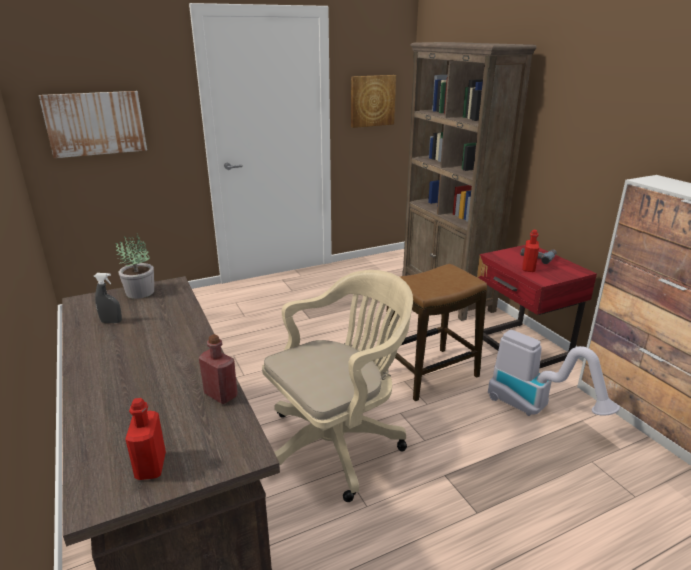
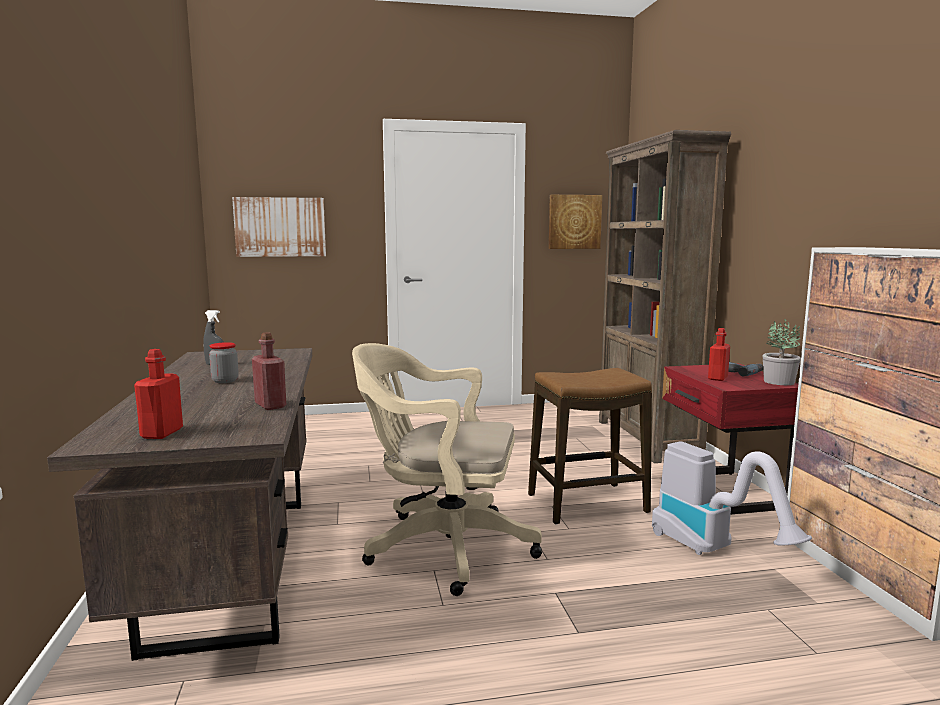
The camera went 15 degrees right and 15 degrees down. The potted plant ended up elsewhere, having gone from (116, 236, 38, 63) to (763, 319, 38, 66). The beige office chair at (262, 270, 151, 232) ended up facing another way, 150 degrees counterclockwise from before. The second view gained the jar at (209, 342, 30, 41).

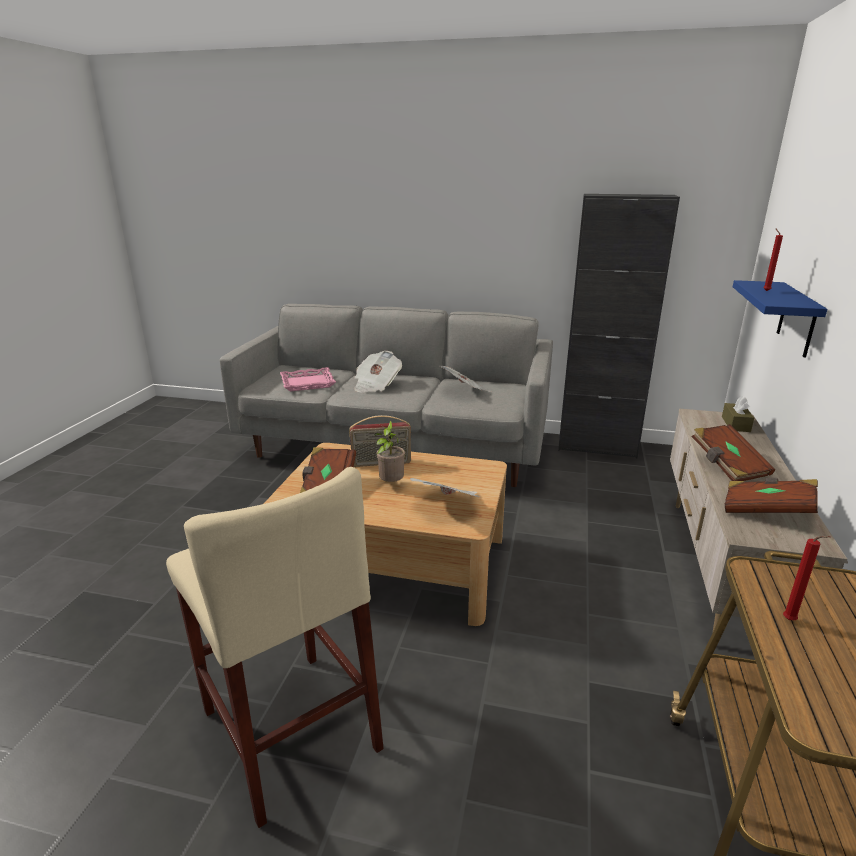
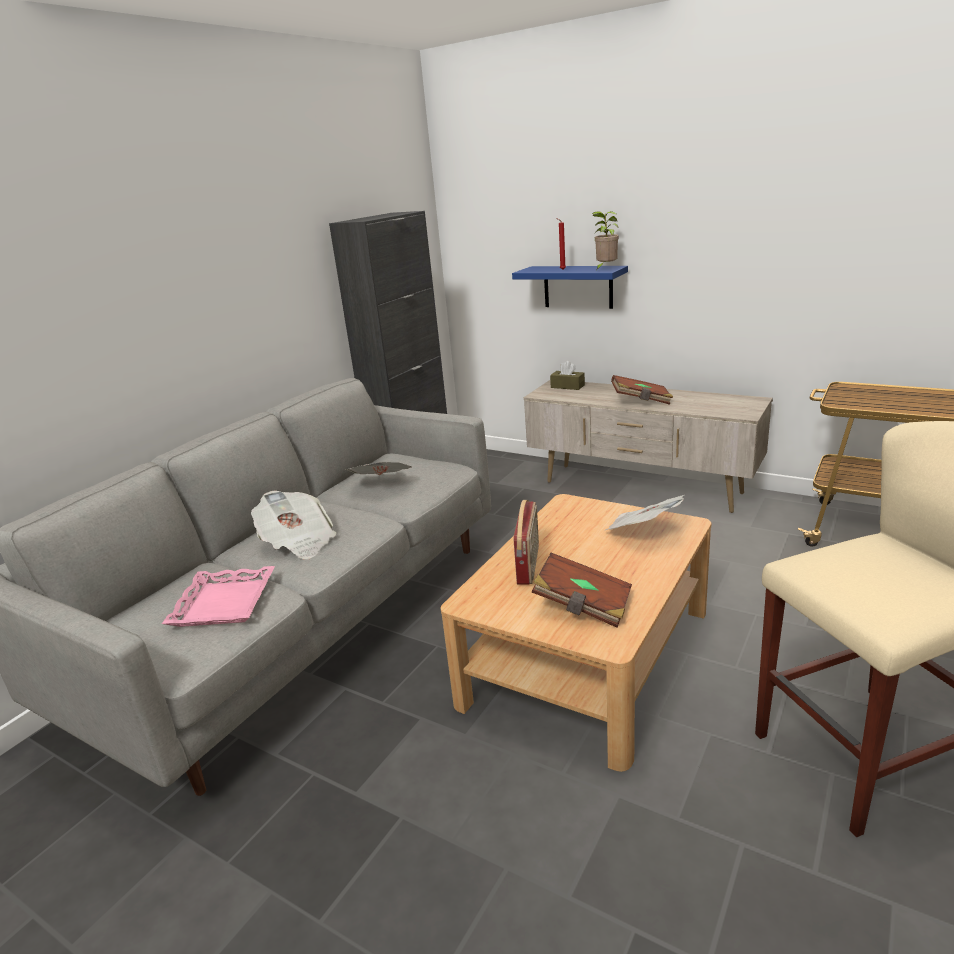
The camera went 70 degrees left and 0 degrees up. The potted plant ended up elsewhere, having gone from (374, 421, 31, 61) to (592, 211, 27, 59). The second view lost the brown book at (725, 478, 93, 35). The second view lost the red candle at (783, 536, 48, 84).

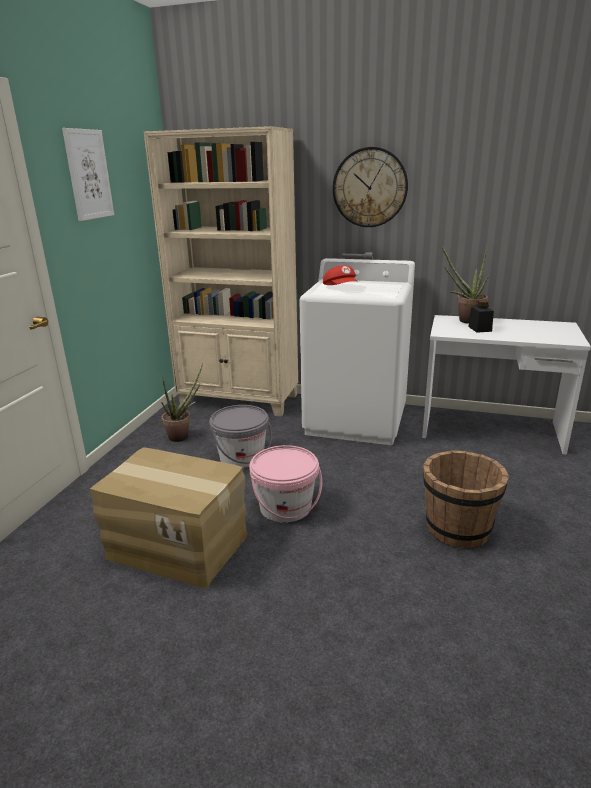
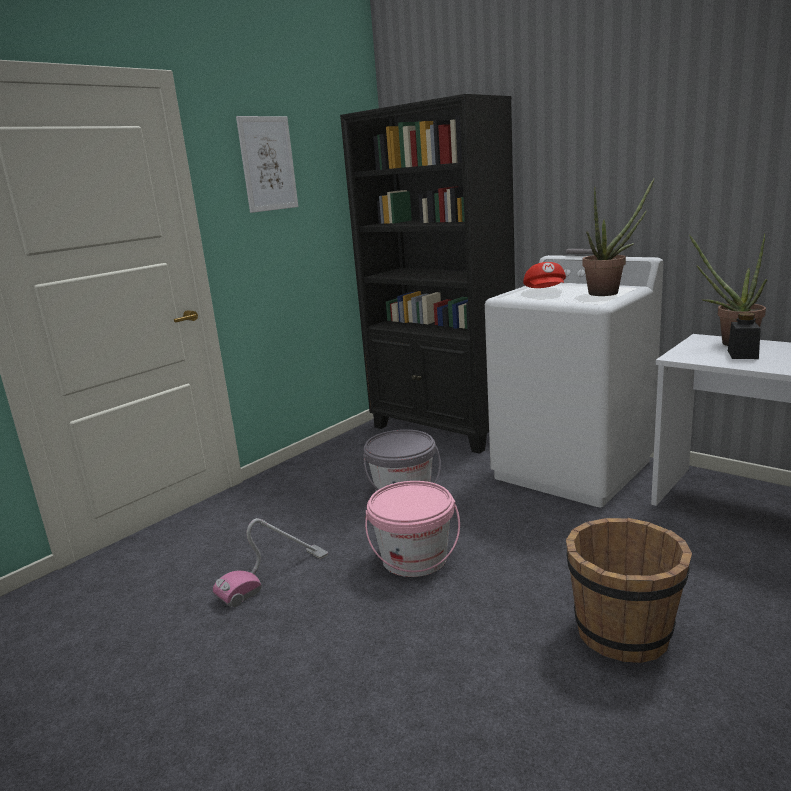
The camera went 25 degrees right and 5 degrees down. Where the cardboard box stood at (90, 447, 157, 142), the vacuum cleaner came to stand at (213, 518, 115, 89). What was the beige bookcase at (144, 126, 154, 291) turned into the black bookcase at (340, 94, 175, 360). The potted plant ended up elsewhere, having gone from (161, 362, 42, 80) to (582, 178, 73, 118). The second view lost the wall clock at (333, 147, 75, 80).

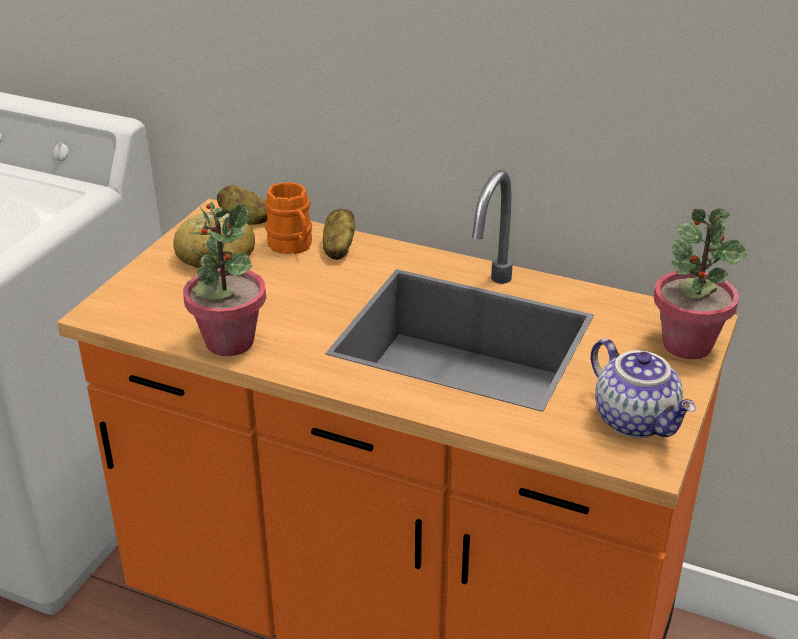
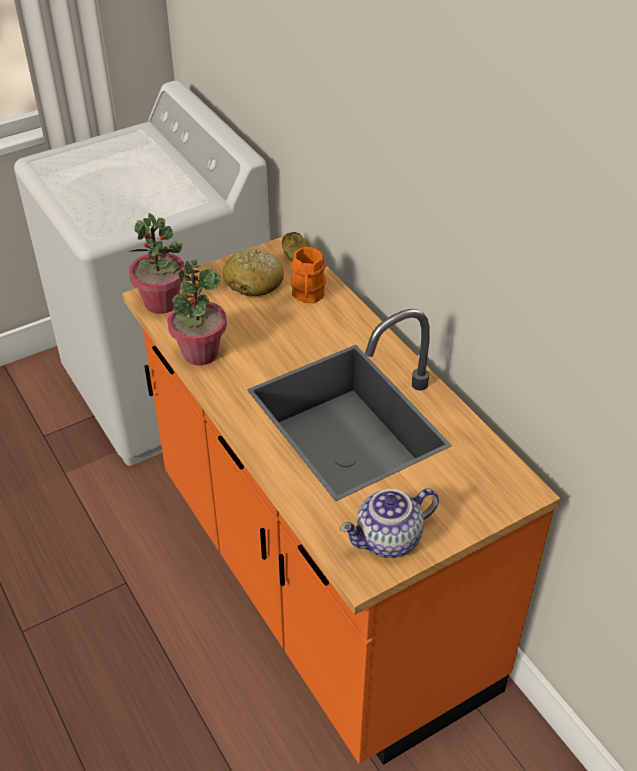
The camera went 35 degrees right and 10 degrees up. The second view lost the potato at (323, 209, 32, 51). The teapot at (591, 339, 105, 99) ended up facing another way, 60 degrees clockwise from before. The potted plant ended up elsewhere, having gone from (653, 209, 94, 150) to (128, 213, 58, 101).

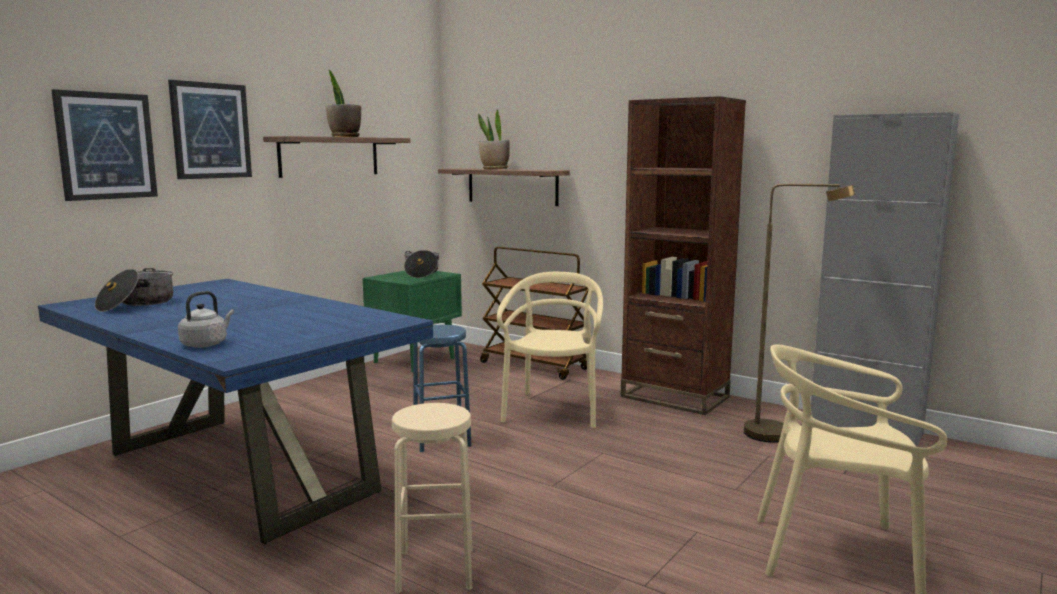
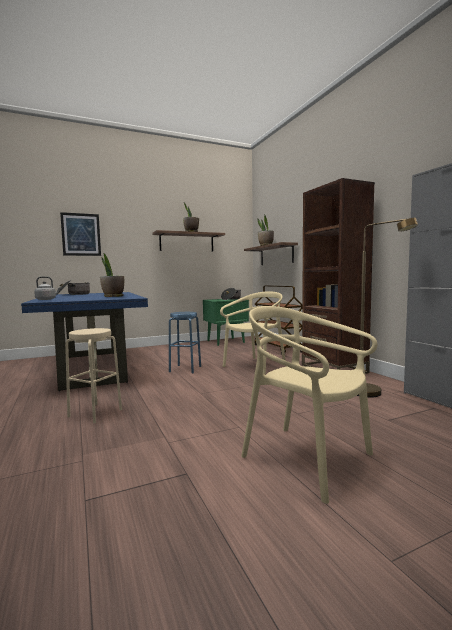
The camera went 30 degrees right and 5 degrees down. The second view lost the picture at (168, 80, 84, 99). The second view gained the potted plant at (100, 253, 24, 44).

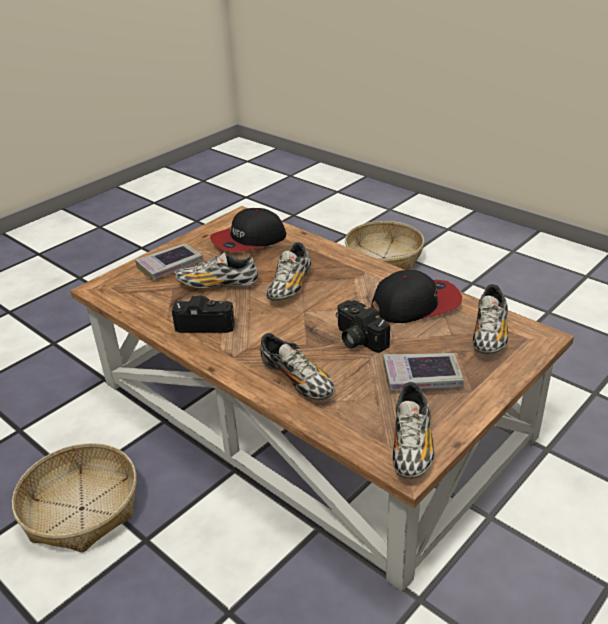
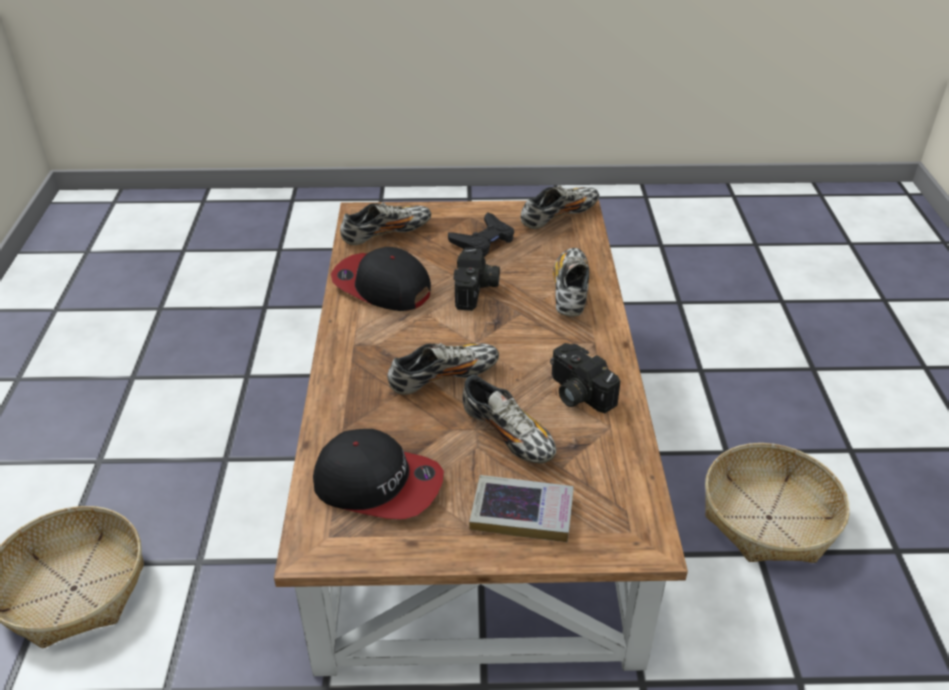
The camera went 135 degrees left and 5 degrees up. Where the book stood at (383, 353, 81, 38), the black game controller came to stand at (448, 212, 66, 45).

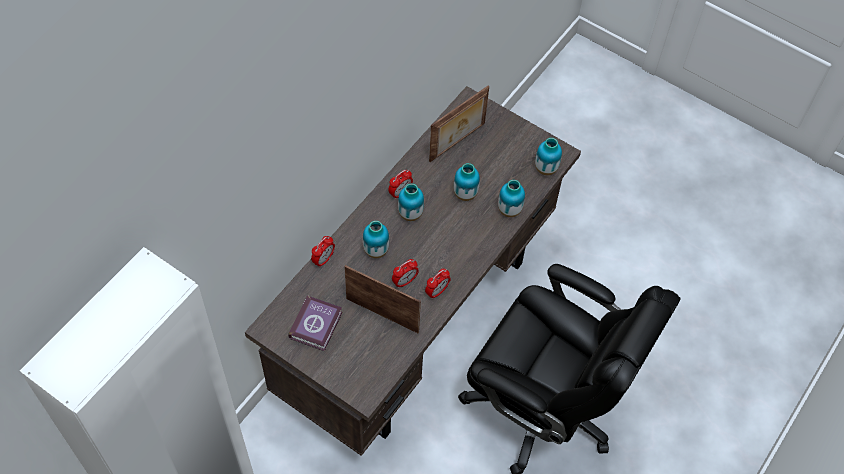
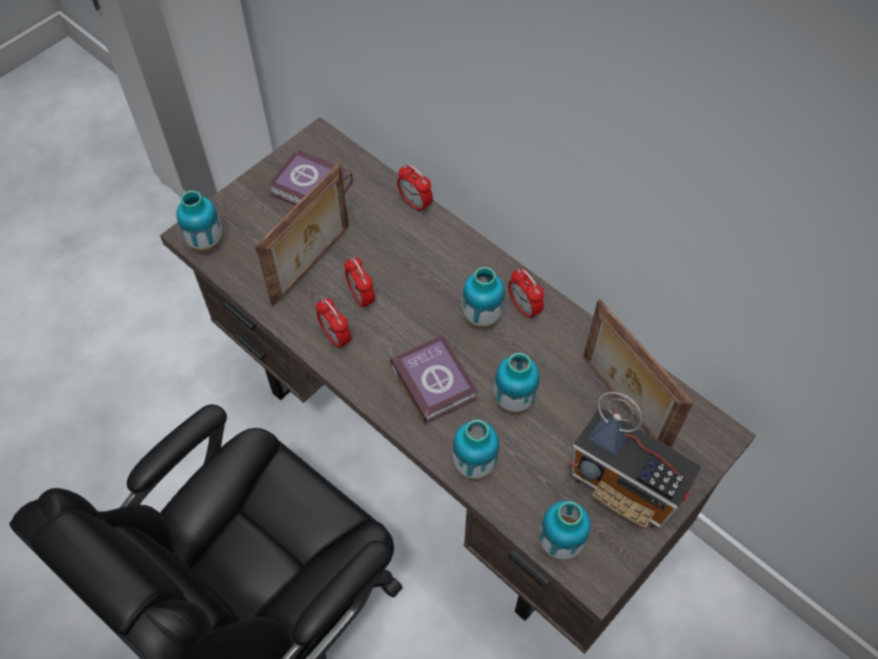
The camera went 100 degrees right and 0 degrees up. The vase ended up elsewhere, having gone from (363, 221, 26, 37) to (176, 190, 47, 63). The second view gained the book at (390, 335, 88, 89). The second view gained the radio at (570, 392, 131, 136).

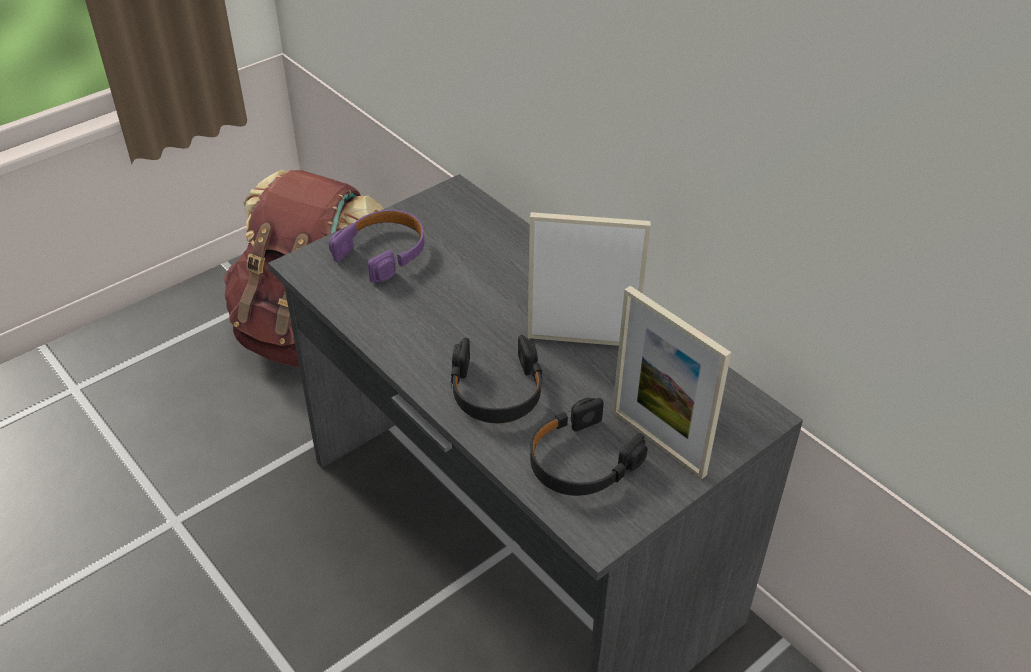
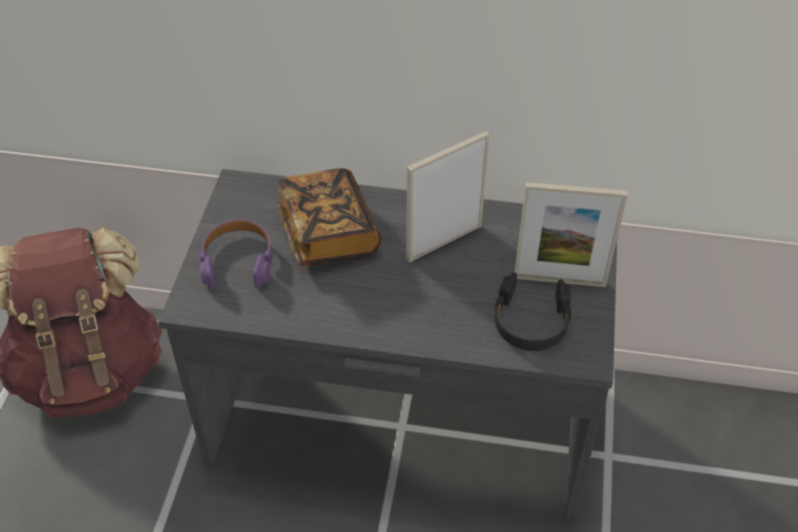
The camera went 40 degrees left and 5 degrees up. The second view lost the black headphones at (451, 335, 91, 88). The second view gained the book at (277, 168, 104, 98).

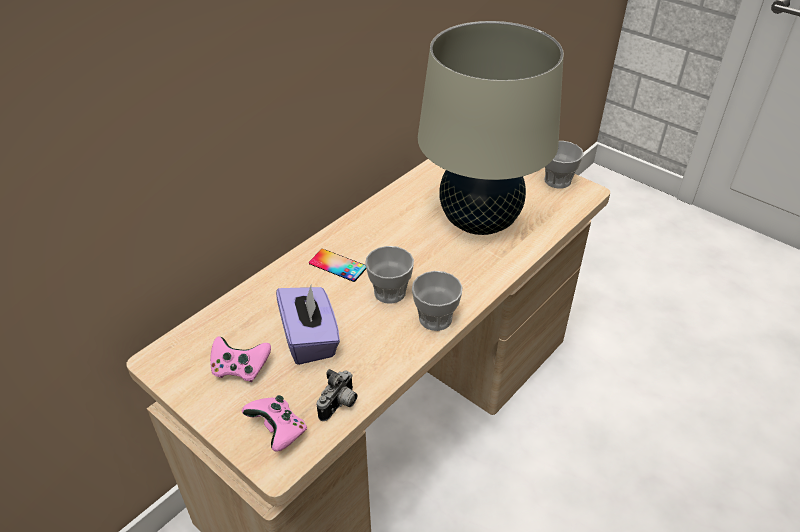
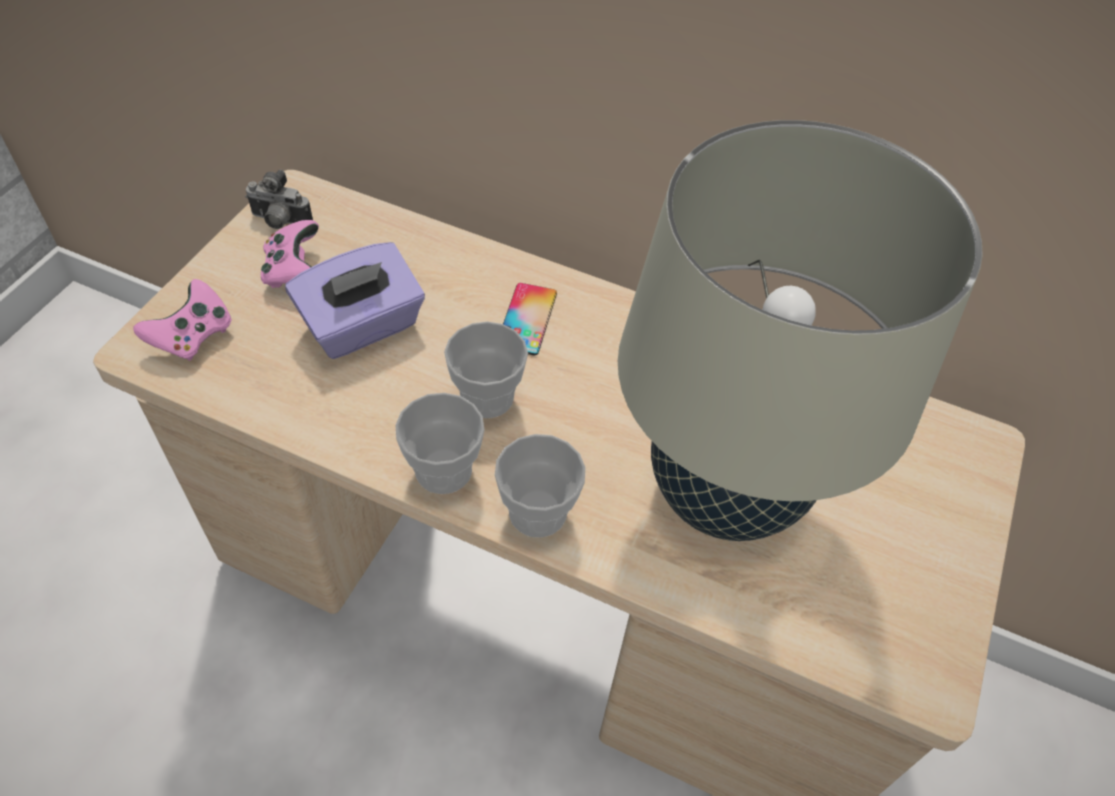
The camera went 70 degrees right and 10 degrees up. The photo camera ended up elsewhere, having gone from (316, 369, 41, 52) to (245, 169, 68, 60). The cup ended up elsewhere, having gone from (544, 141, 40, 48) to (495, 434, 91, 104).

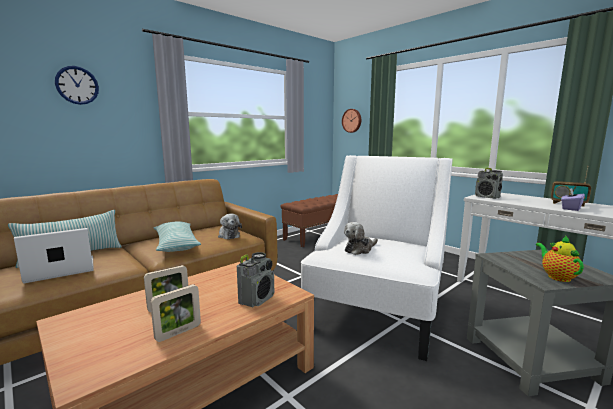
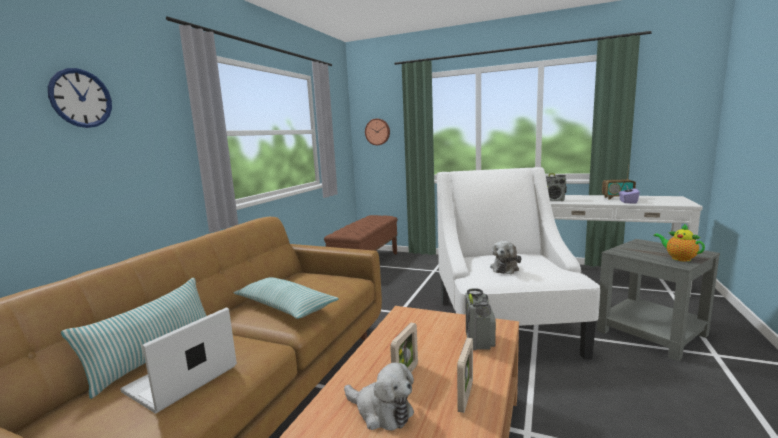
The camera went 25 degrees left and 0 degrees up. The plush toy ended up elsewhere, having gone from (218, 214, 24, 25) to (344, 362, 70, 69).

